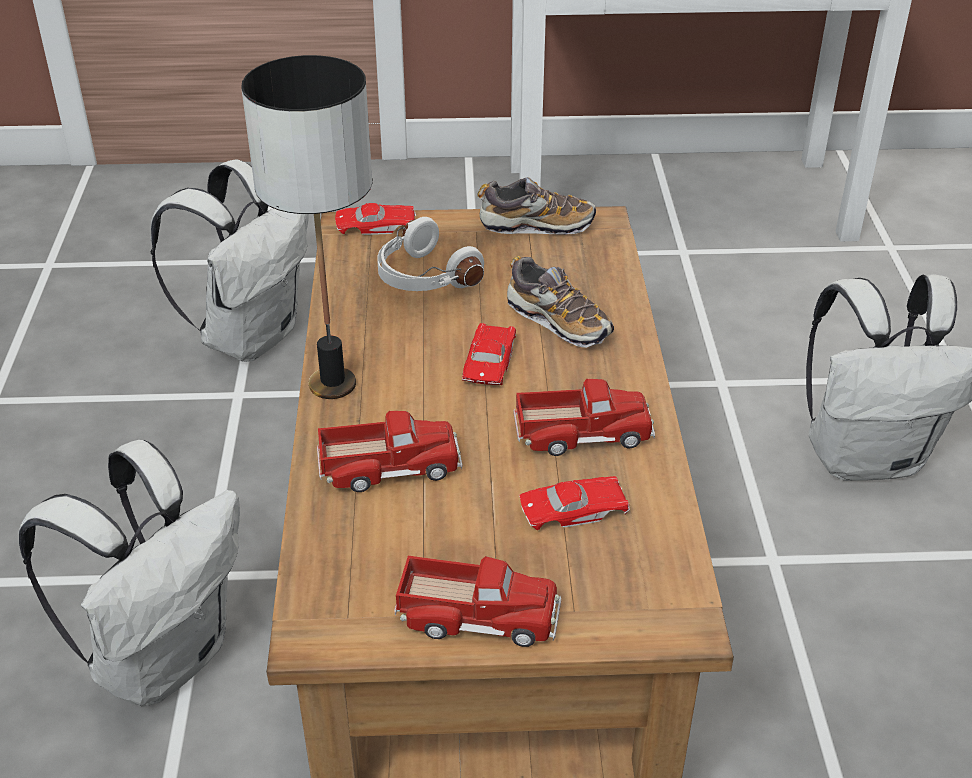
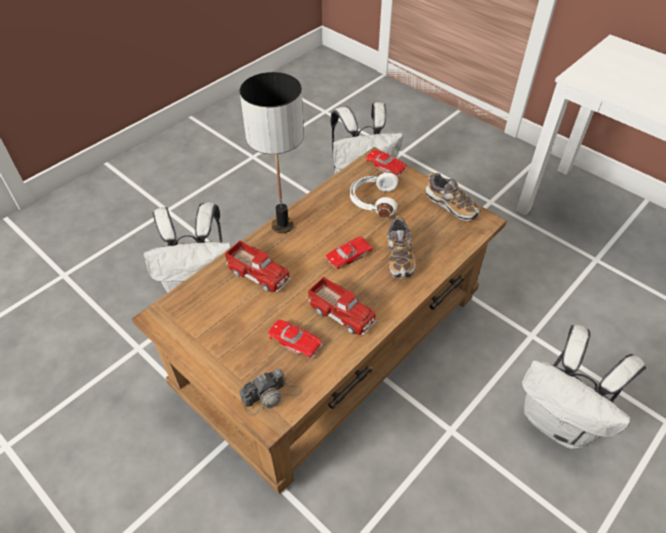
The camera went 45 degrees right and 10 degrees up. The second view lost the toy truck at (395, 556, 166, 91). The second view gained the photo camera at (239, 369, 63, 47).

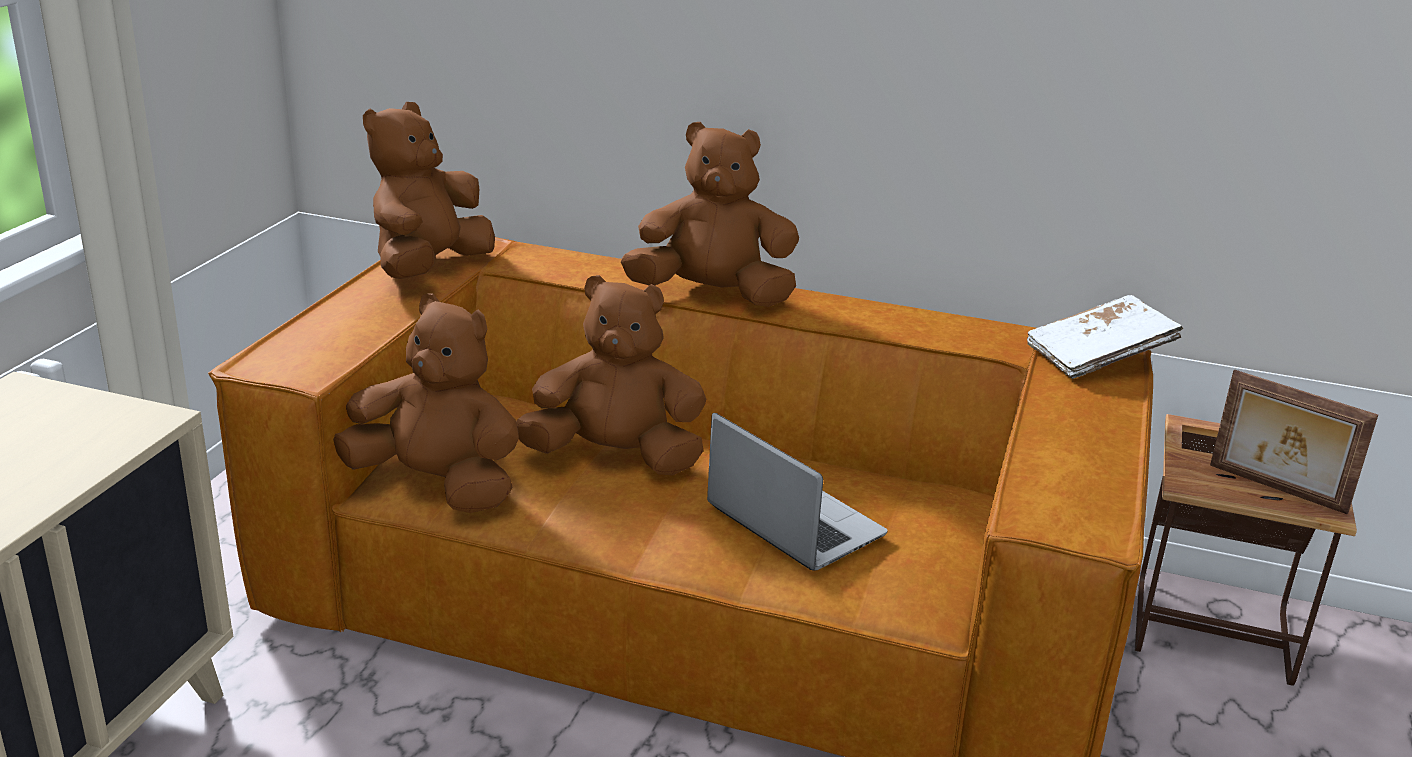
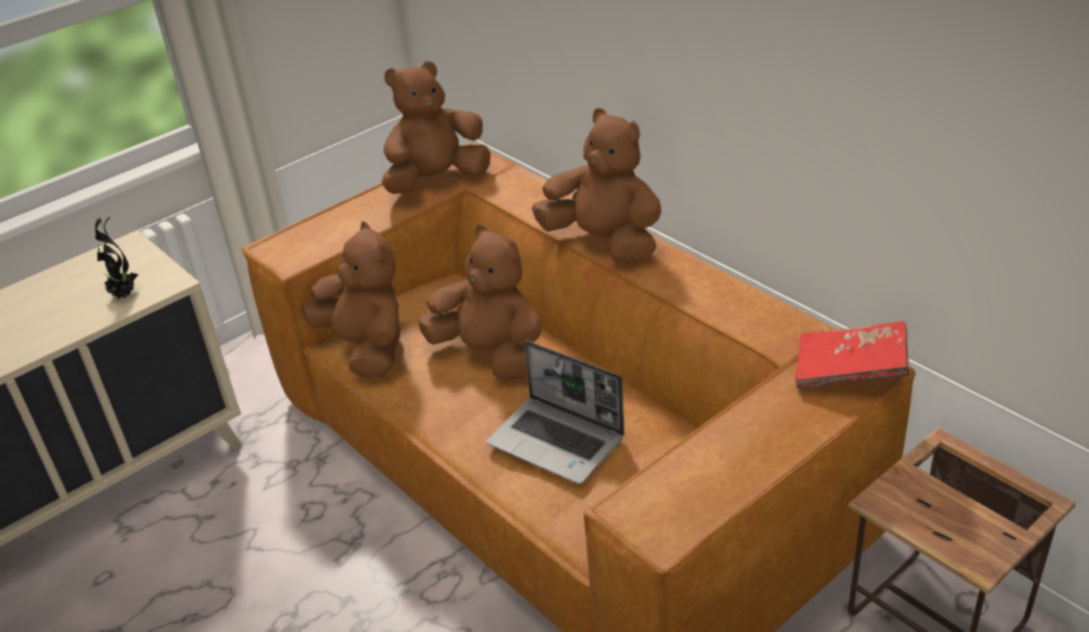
The camera went 35 degrees right and 10 degrees up. The laptop at (707, 413, 181, 158) ended up facing another way, 135 degrees clockwise from before. What was the white book at (1027, 295, 157, 84) turned into the red book at (795, 321, 114, 68). The second view lost the picture frame at (1210, 369, 168, 145). The second view gained the potted plant at (95, 217, 44, 83).

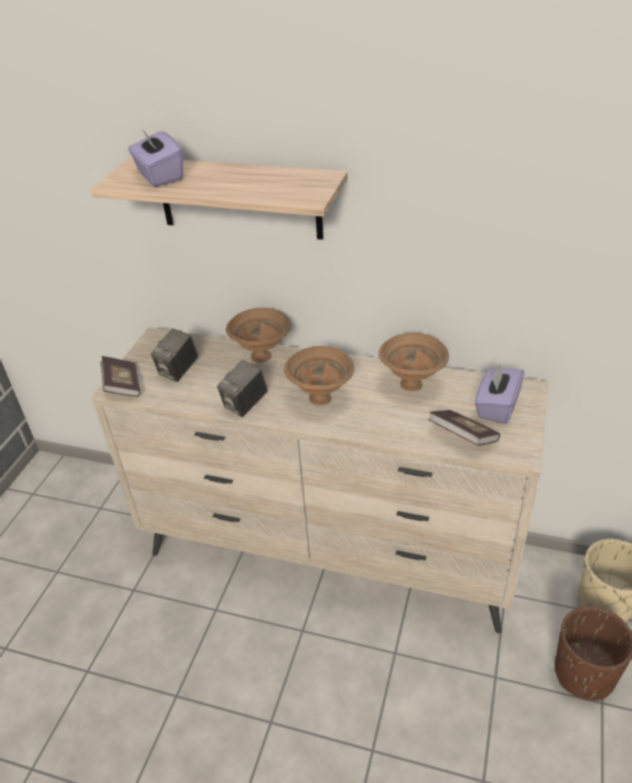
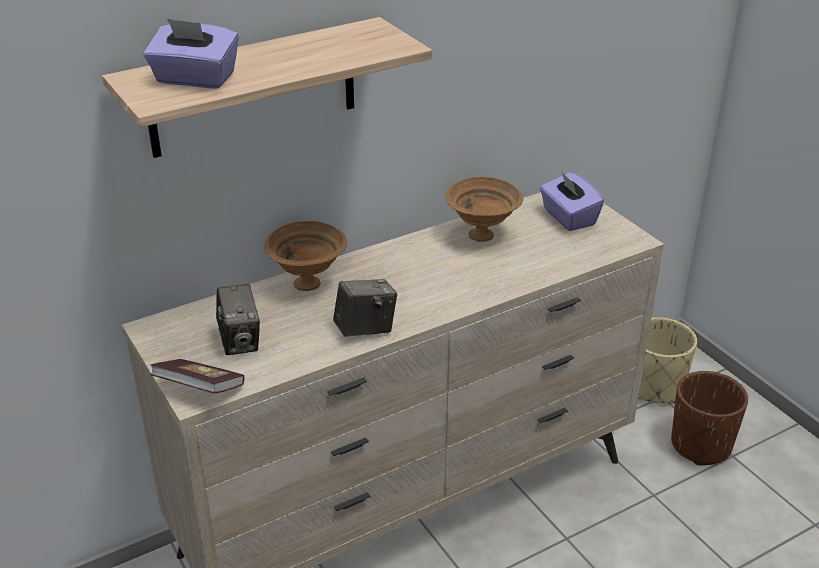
The camera went 50 degrees left and 5 degrees down. The photo camera at (217, 360, 51, 57) ended up facing another way, 105 degrees counterclockwise from before. The second view lost the brown bowl at (284, 346, 70, 60). The second view lost the book at (428, 410, 72, 36).

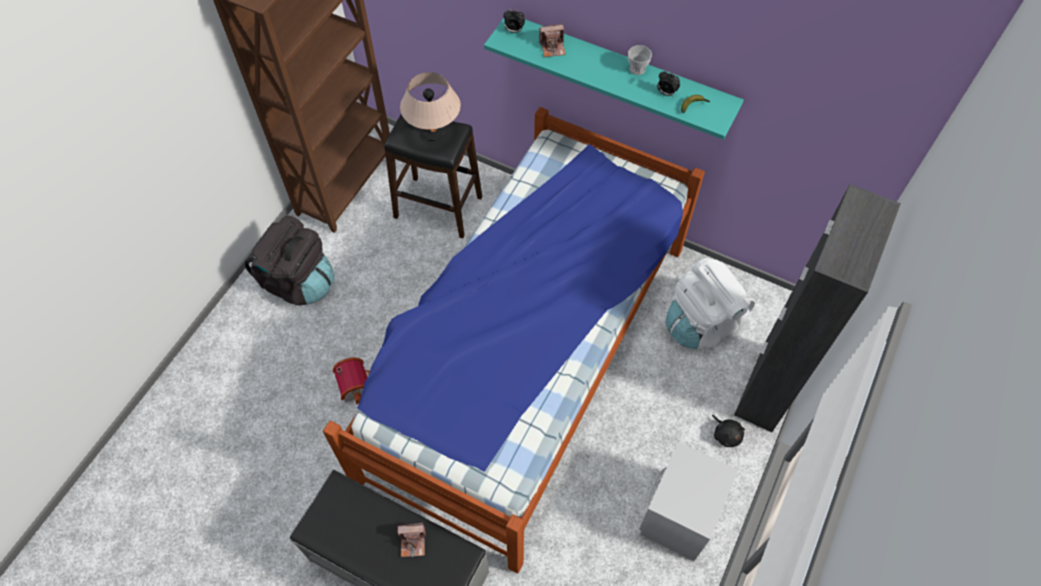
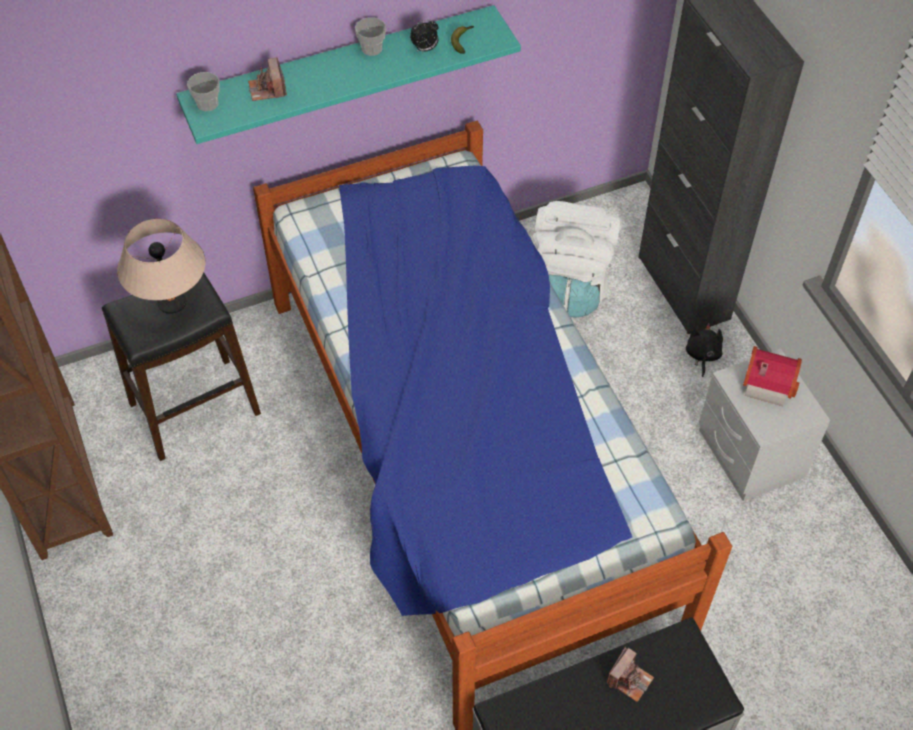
The camera went 50 degrees left and 5 degrees down. The second view lost the black backpack at (245, 216, 89, 90). The toy house ended up elsewhere, having gone from (333, 357, 37, 48) to (743, 346, 59, 60). Where the alarm clock stood at (503, 9, 22, 24), the cup came to stand at (187, 72, 32, 39). The photo camera at (539, 23, 27, 34) ended up facing another way, 135 degrees clockwise from before. The black plush toy at (712, 415, 33, 32) ended up facing another way, 90 degrees counterclockwise from before.

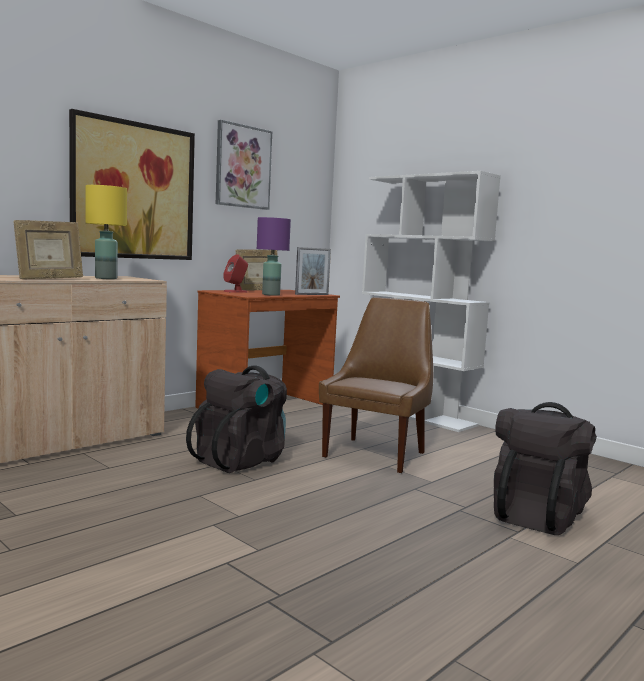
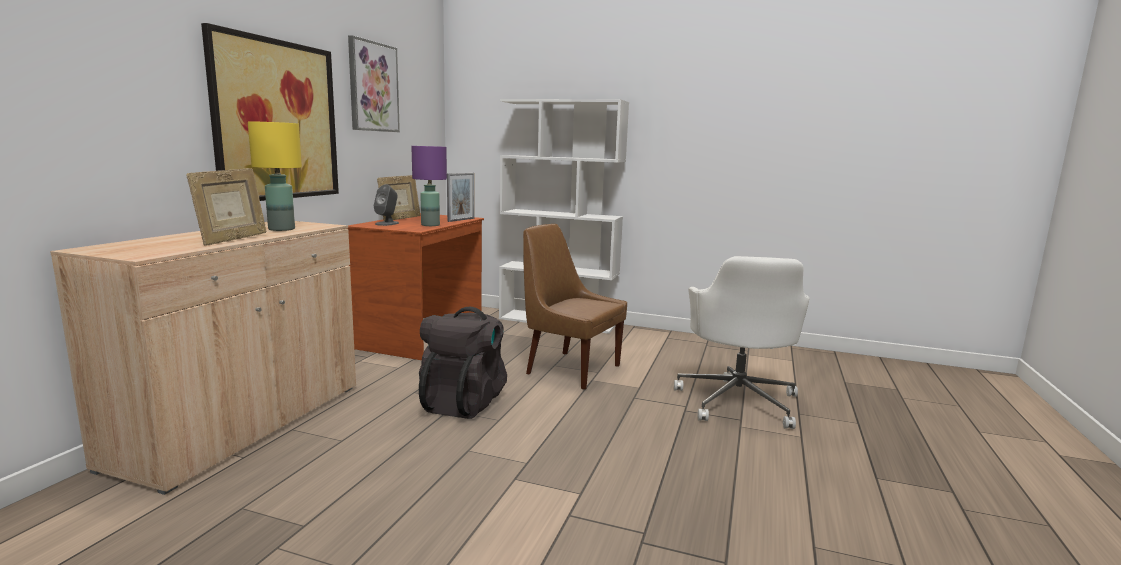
The camera went 25 degrees left and 5 degrees up. What was the red speaker at (223, 254, 25, 39) turned into the grey speaker at (374, 184, 25, 42). The brown chair at (319, 297, 114, 176) ended up facing another way, 60 degrees counterclockwise from before. Where the black backpack stood at (494, 402, 103, 133), the white office chair came to stand at (674, 256, 135, 173).

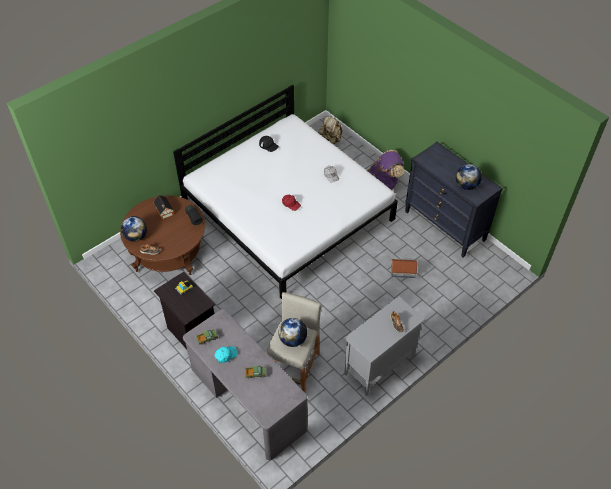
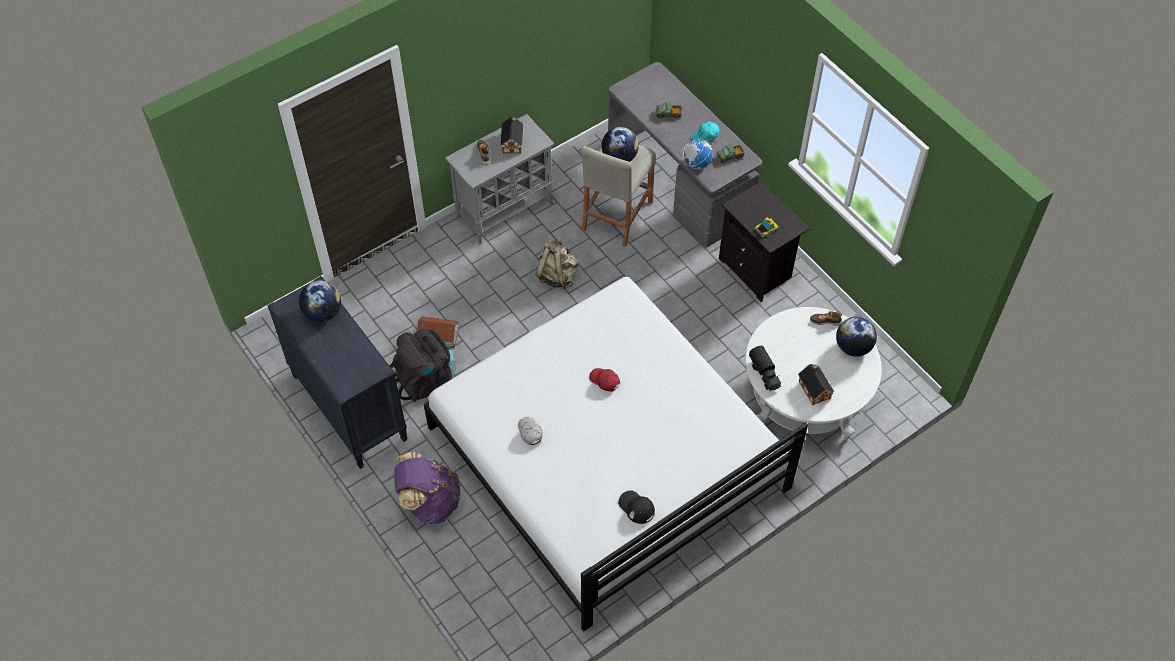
The camera went 175 degrees left and 5 degrees up. What was the brown coffee table at (120, 196, 85, 79) turned into the white coffee table at (745, 307, 137, 133). The beige backpack ended up elsewhere, having gone from (318, 115, 24, 29) to (535, 239, 43, 50). The second view gained the black backpack at (390, 329, 66, 73). The second view gained the toy house at (500, 116, 23, 38). The second view gained the globe at (683, 139, 30, 31).

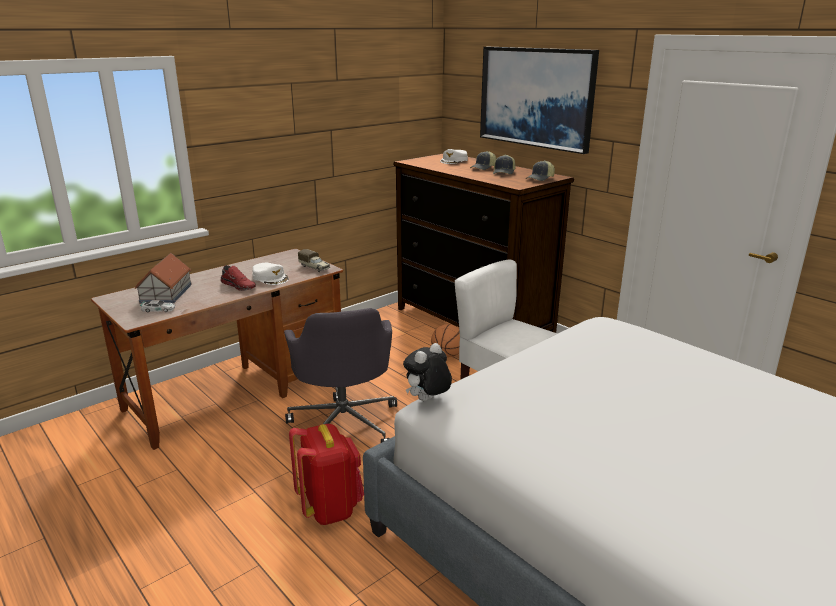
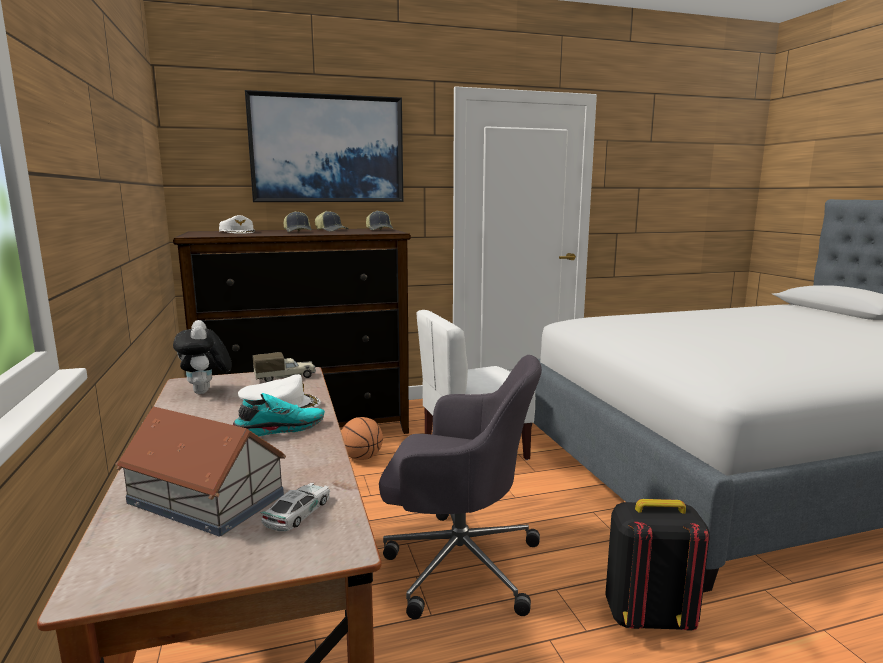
The camera went 65 degrees left and 10 degrees down. What was the red shoe at (221, 265, 35, 26) turned into the turquoise shoe at (233, 393, 92, 43). What was the red backpack at (289, 424, 75, 101) turned into the black backpack at (605, 499, 105, 132). The plush toy ended up elsewhere, having gone from (403, 343, 49, 58) to (173, 320, 59, 74).

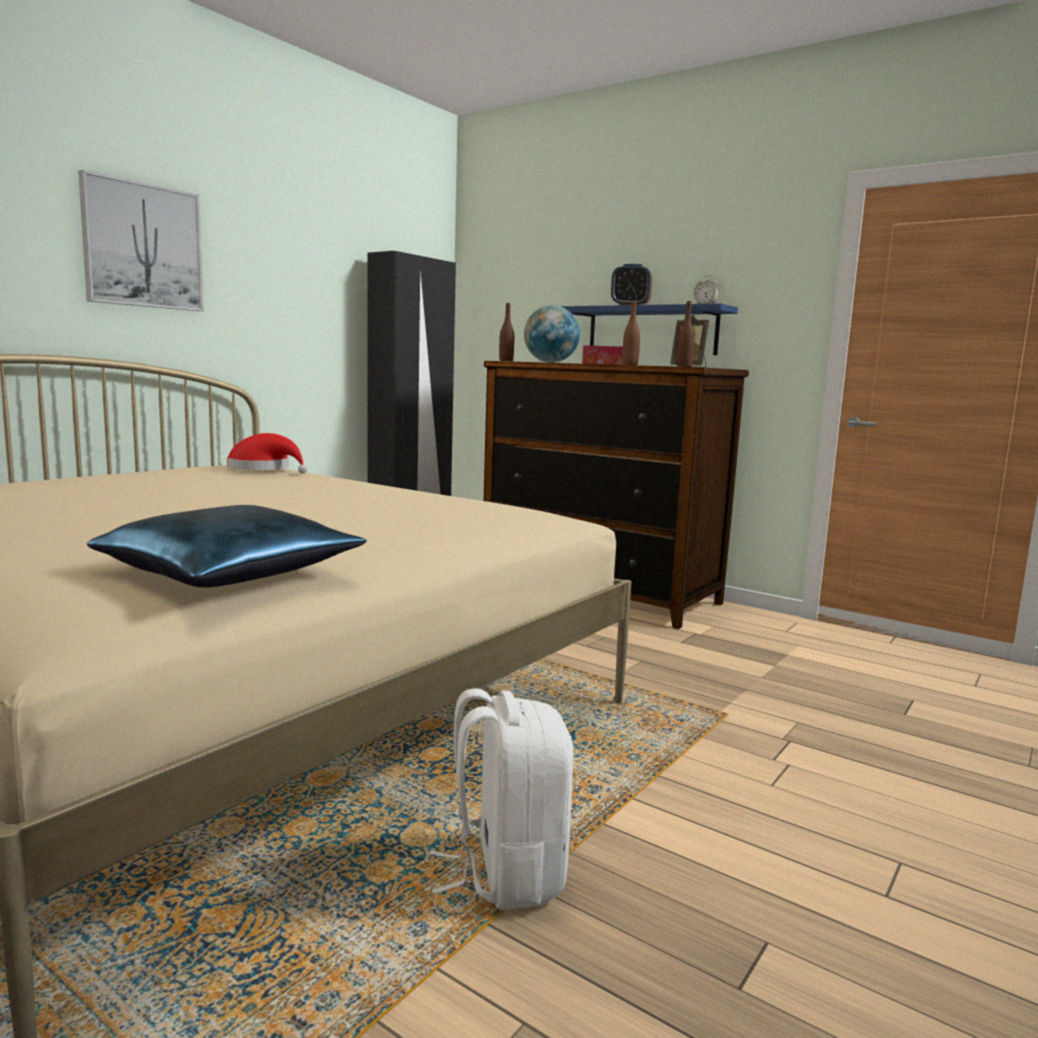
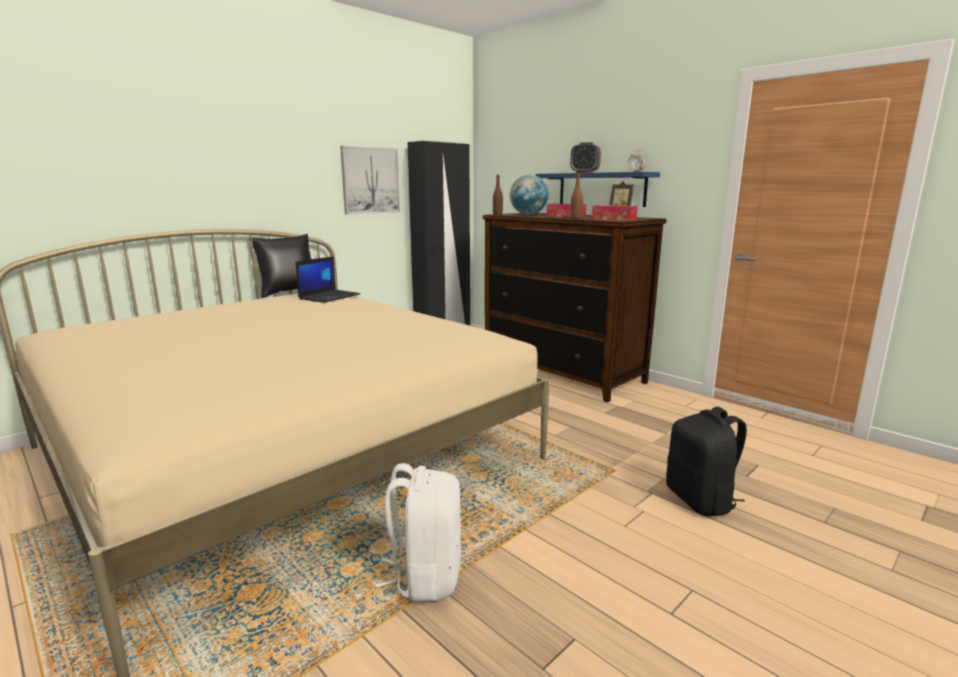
The camera went 10 degrees right and 5 degrees up. The picture ended up elsewhere, having gone from (78, 170, 126, 141) to (340, 146, 60, 68). The second view lost the blue pillow at (87, 505, 280, 82). Where the red hat stood at (227, 433, 81, 41), the laptop came to stand at (296, 256, 64, 47). Where the brown bottle stood at (676, 301, 19, 66), the tissue box came to stand at (592, 205, 46, 16). The second view gained the black pillow at (249, 234, 62, 64). The second view gained the black backpack at (666, 407, 81, 110).

